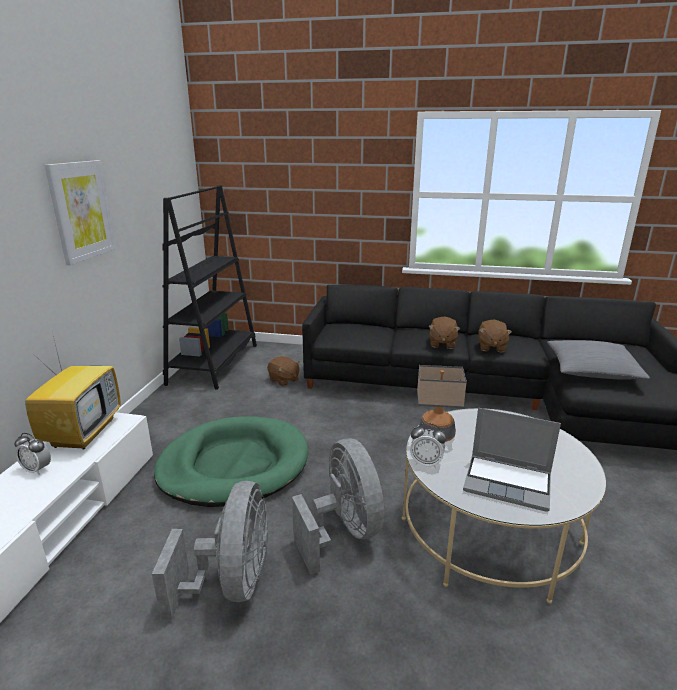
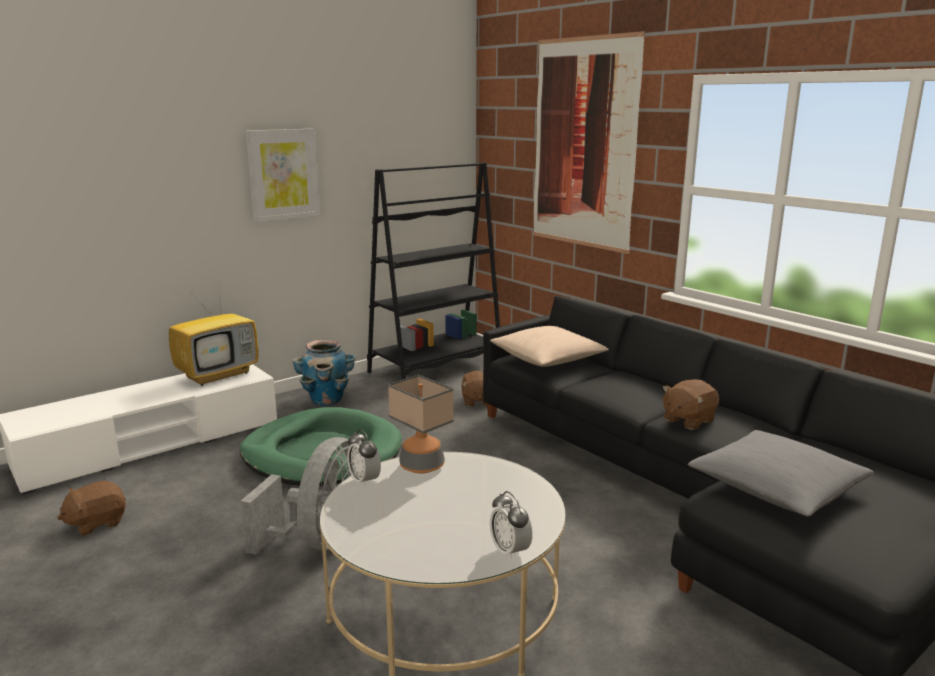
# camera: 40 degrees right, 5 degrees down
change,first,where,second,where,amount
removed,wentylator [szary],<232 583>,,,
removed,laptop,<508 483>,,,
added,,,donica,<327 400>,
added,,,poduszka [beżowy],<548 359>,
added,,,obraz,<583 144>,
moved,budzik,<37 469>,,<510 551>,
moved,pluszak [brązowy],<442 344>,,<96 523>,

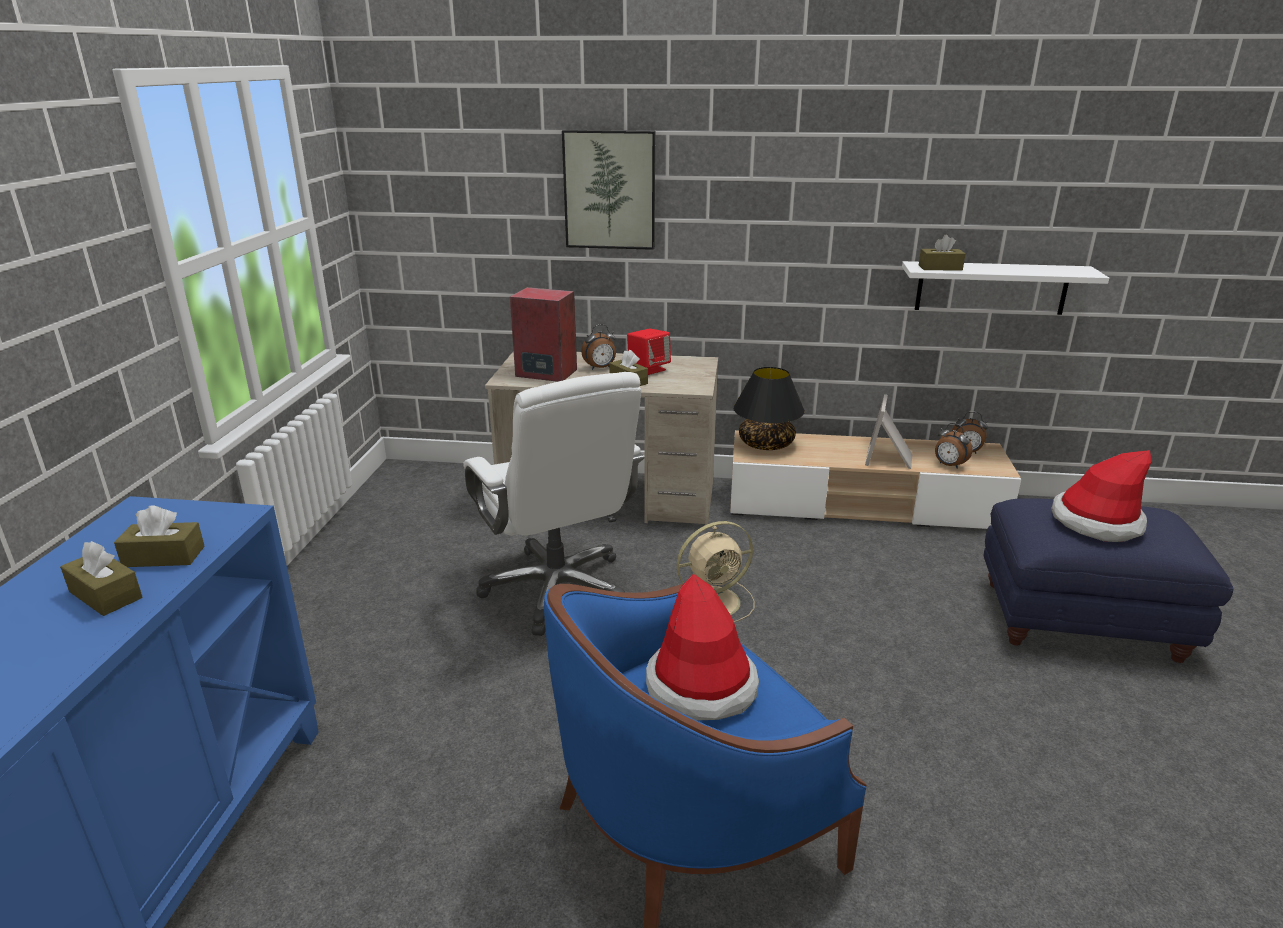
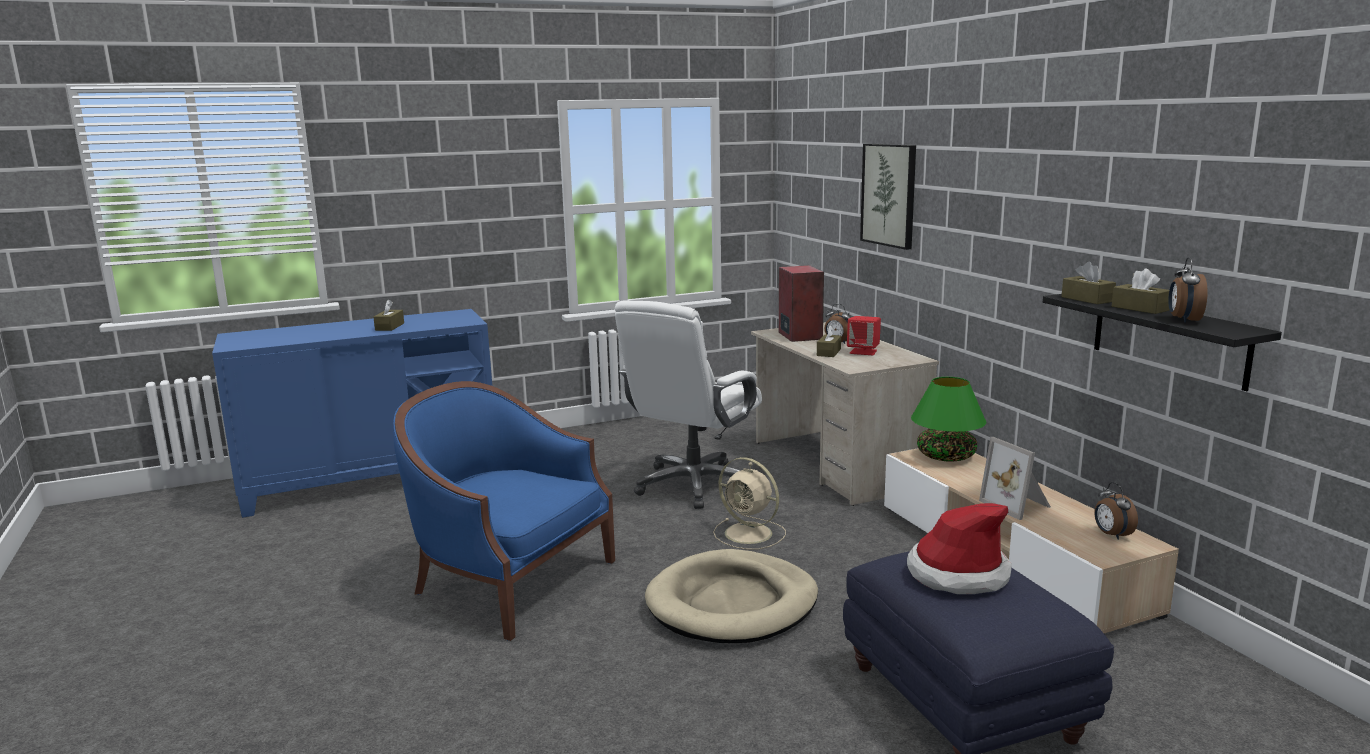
# camera: 60 degrees right, 10 degrees down
change,first,where,second,where,amount
removed,kapelusz,<701 686>,,,
added,,,legowisko [beżowy],<732 603>,
moved,pudełko chusteczek [brązowy],<164 557>,,<1140 308>,
moved,budzik,<949 465>,,<1183 320>,
recoloured,lampa stołowa [czarny],<766 444>,lampa stołowa [zielony],<945 456>,
recoloured,półka [biały],<991 288>,półka [czarny],<1168 338>,
turned,ramka na zdjęcie,<890 458>,,<1018 505>,105 degrees counterclockwise

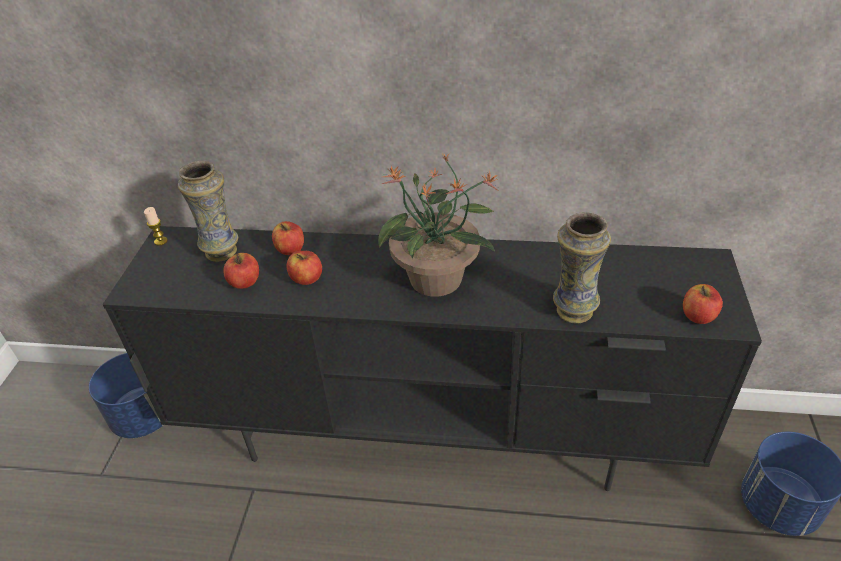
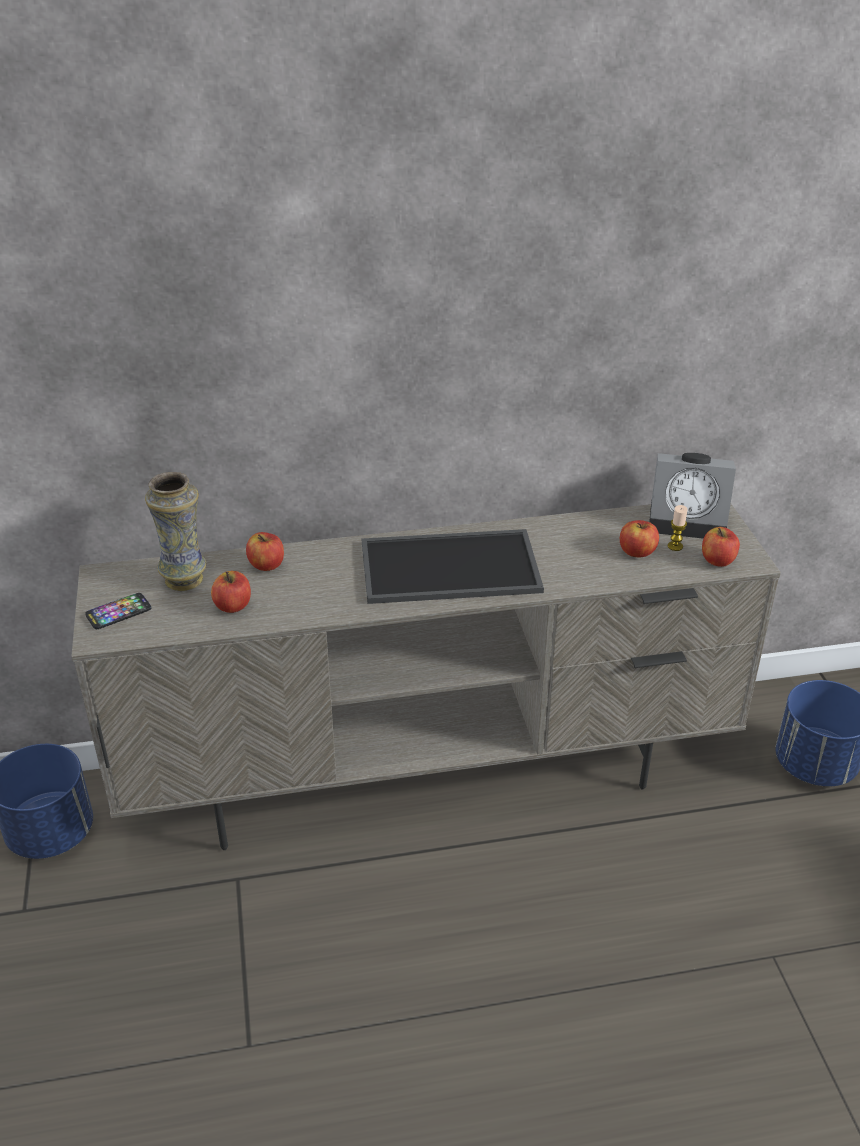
# camera: 20 degrees left, 5 degrees down
change,first,where,second,where,amount
removed,wazon,<573 311>,,,
added,,,telefon,<118 612>,
added,,,budzik,<689 520>,
moved,świeca,<160 241>,,<675 546>,
moved,jabłko,<307 279>,,<637 552>,
replaced,roślina doniczkowa,<437 280>,taca,<448 569>,
recoloured,szafka pod telewizor [czarny],<433 436>,szafka pod telewizor [beżowy],<432 776>,

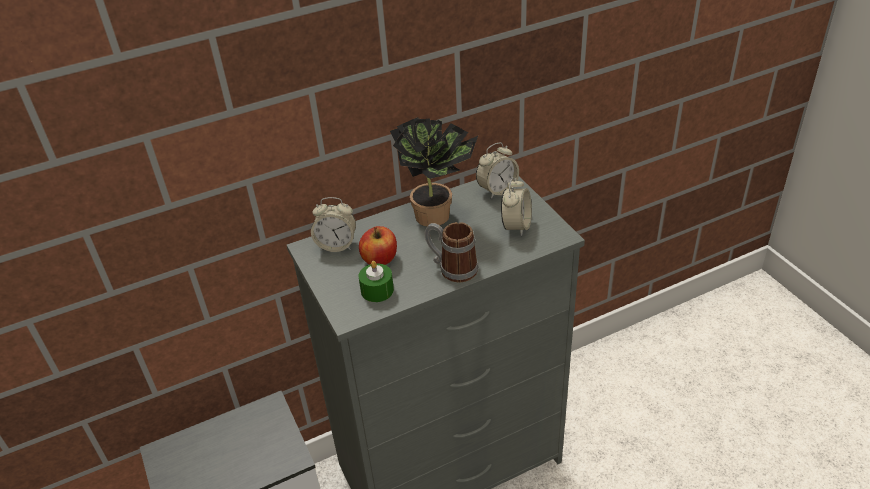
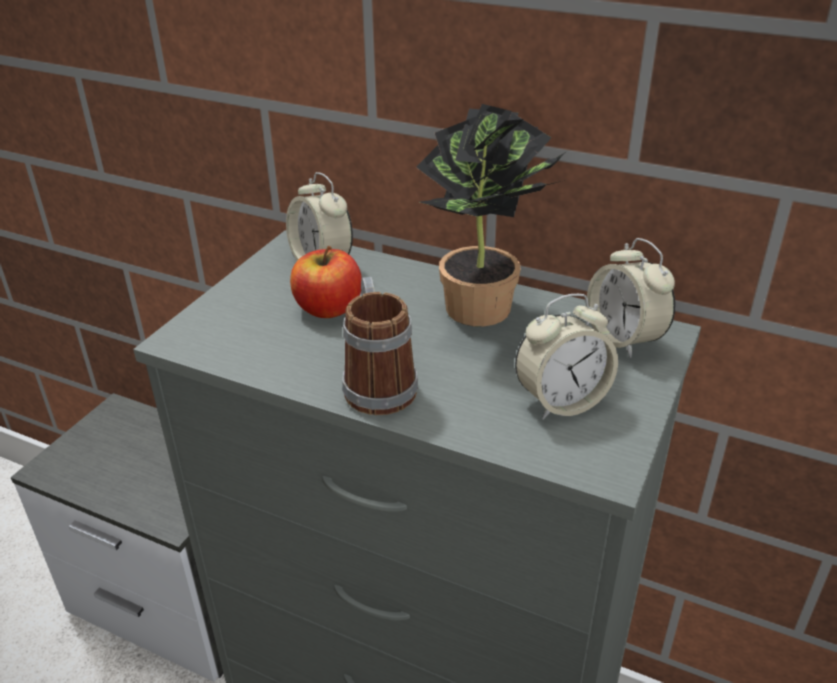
# camera: 50 degrees right, 5 degrees down
change,first,where,second,where,amount
removed,świeca [zielony],<377 290>,,,
turned,budzik,<497 190>,,<624 339>,45 degrees clockwise

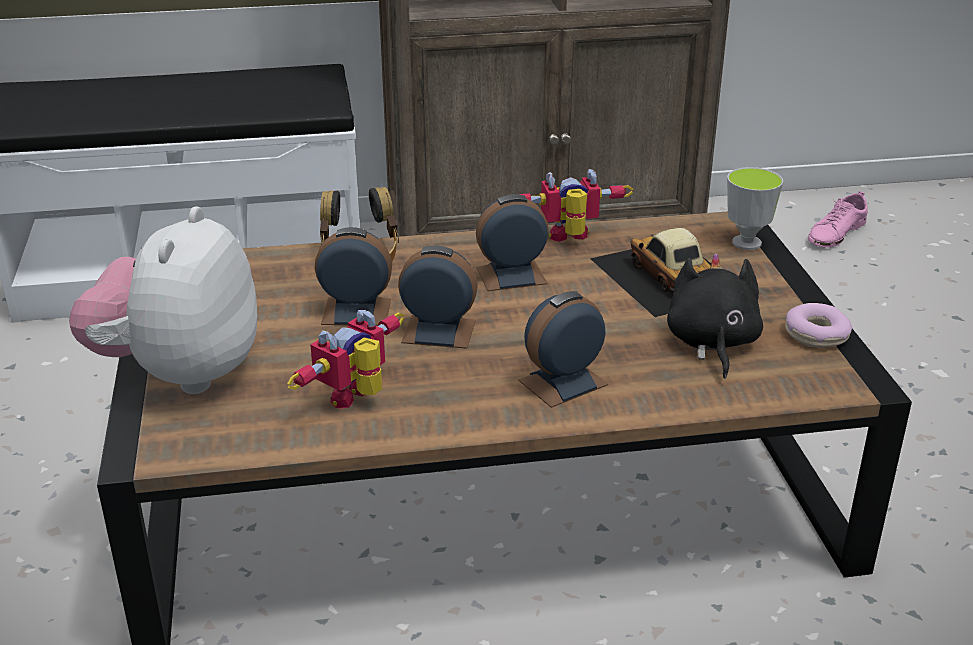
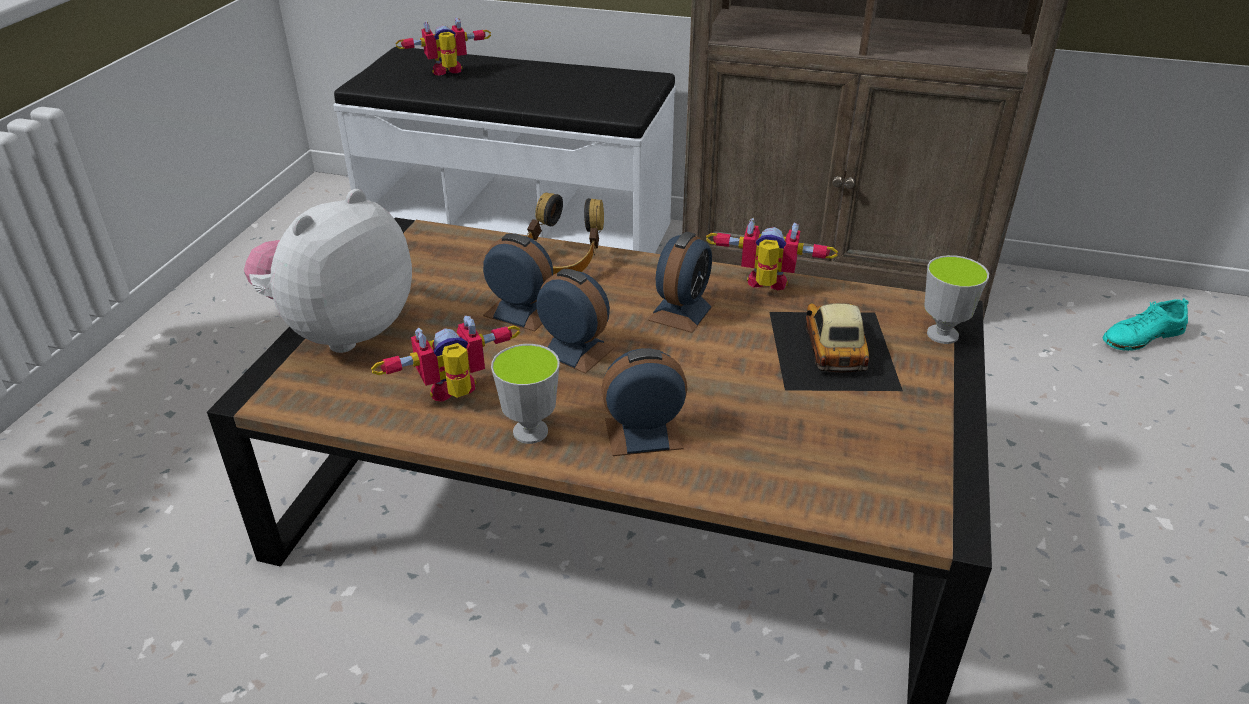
# camera: 25 degrees right, 5 degrees up
change,first,where,second,where,amount
removed,pluszak [czarny],<711 343>,,,
removed,donut,<816 335>,,,
added,,,robot zabawkowy,<448 73>,
added,,,filiżanka,<530 432>,
recoloured,but [różowy],<836 233>,but [turkusowy],<1141 337>,
turned,budzik,<511 276>,,<682 311>,105 degrees clockwise

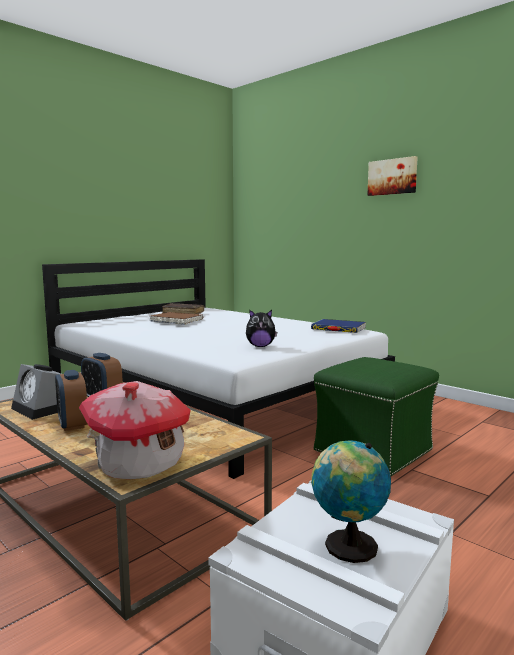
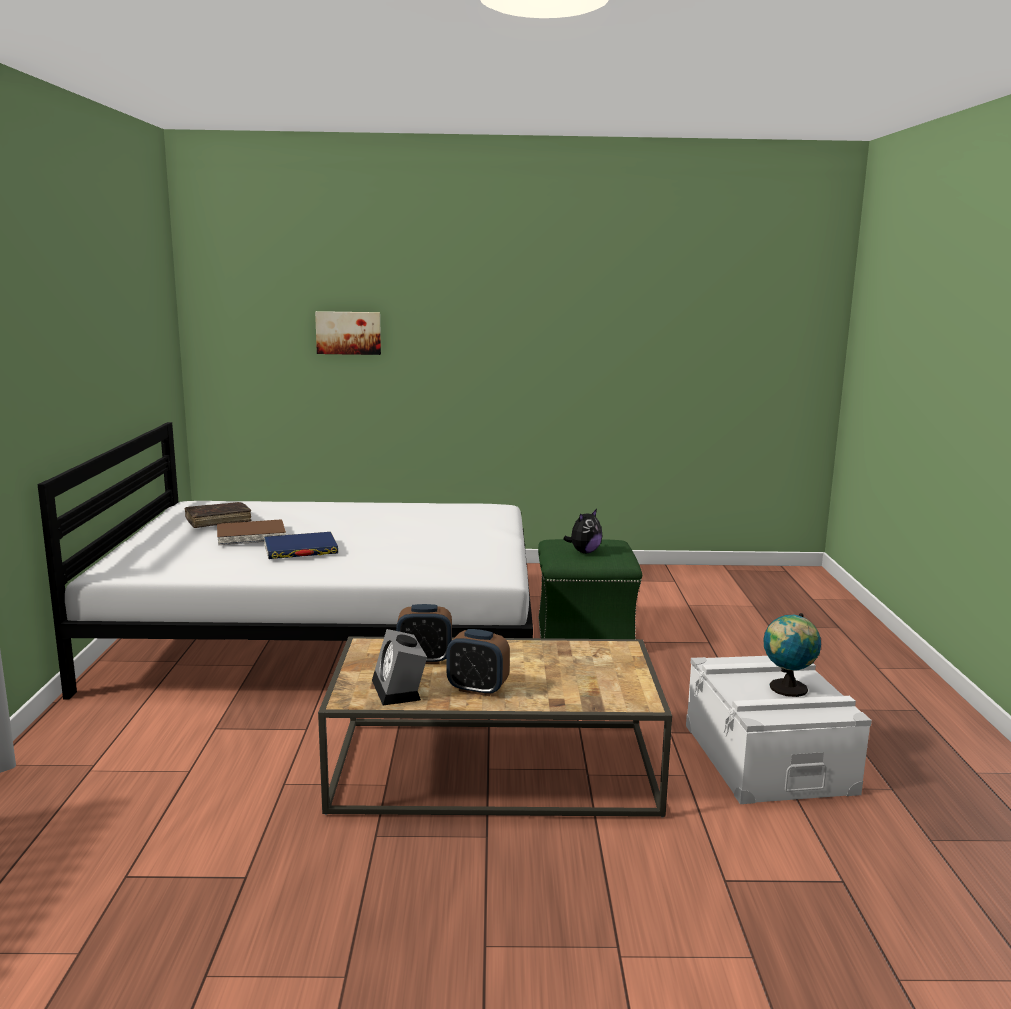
# camera: 45 degrees left, 5 degrees up
change,first,where,second,where,amount
removed,domek,<140 463>,,,
moved,pluszak,<260 346>,,<584 552>,
moved,książka [niebieski],<338 329>,,<300 550>,
moved,obraz,<392 177>,,<348 332>,
turned,budzik,<40 409>,,<399 690>,75 degrees clockwise

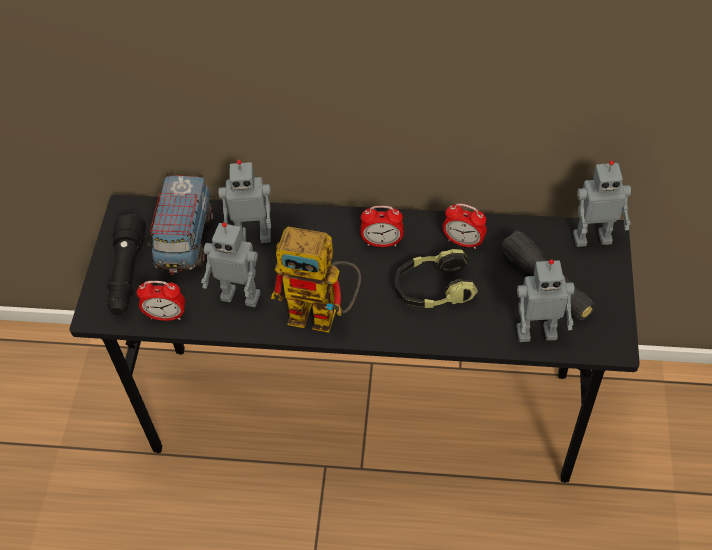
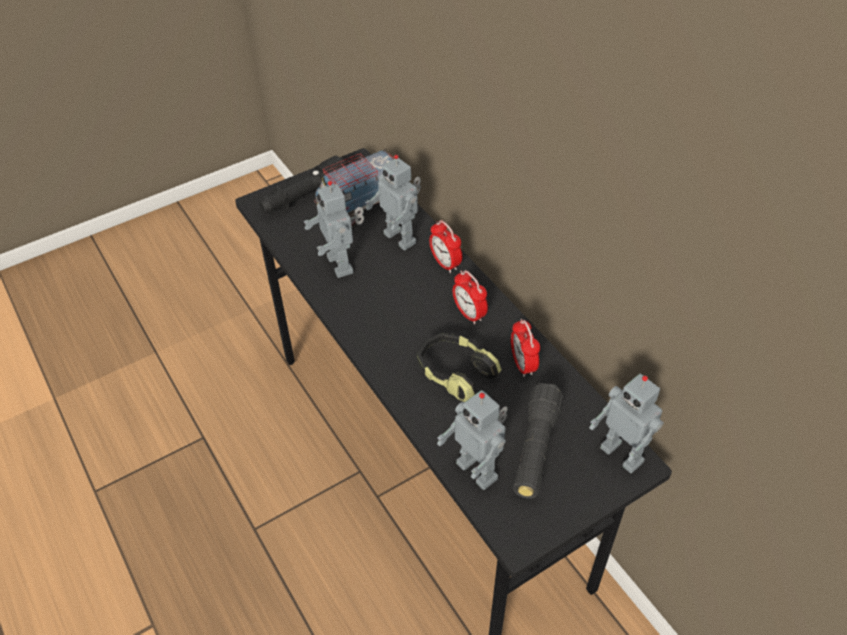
# camera: 50 degrees right, 5 degrees down
change,first,where,second,where,amount
removed,robot zabawkowy,<324 313>,,,
moved,budzik,<166 315>,,<445 263>,

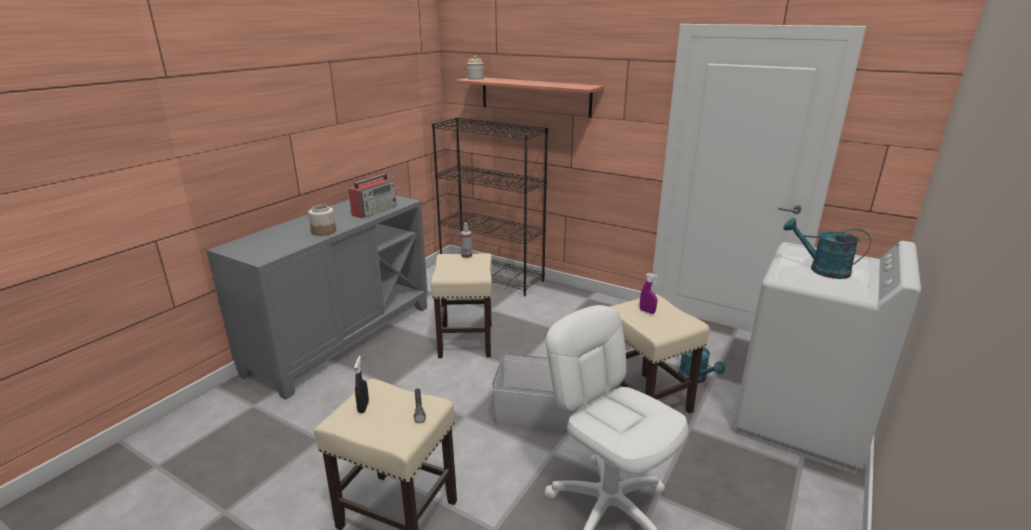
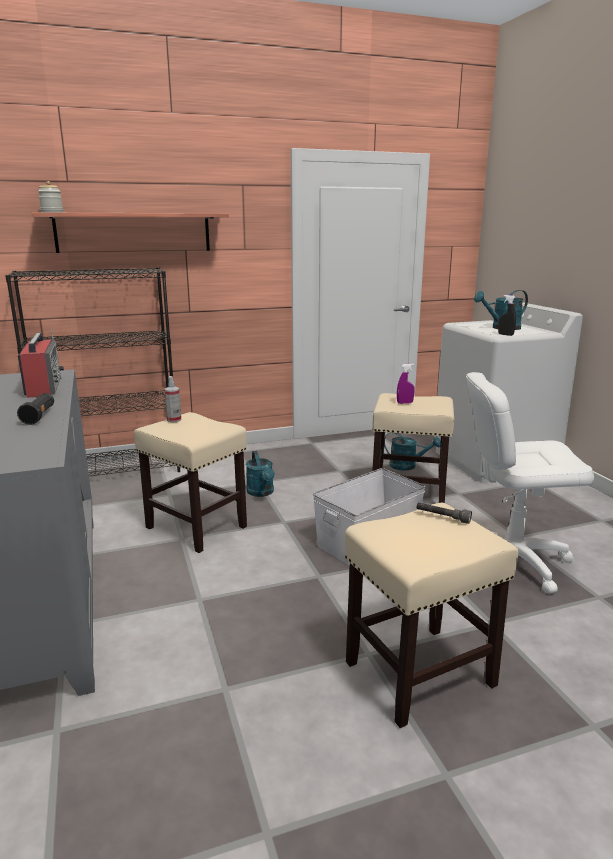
# camera: 50 degrees left, 5 degrees down
change,first,where,second,where,amount
added,,,konewka [turkusowy],<261 493>,
moved,spryskiwacz [czarny],<363 407>,,<505 334>,
replaced,słoik,<324 231>,latarka [czarny],<39 416>,

